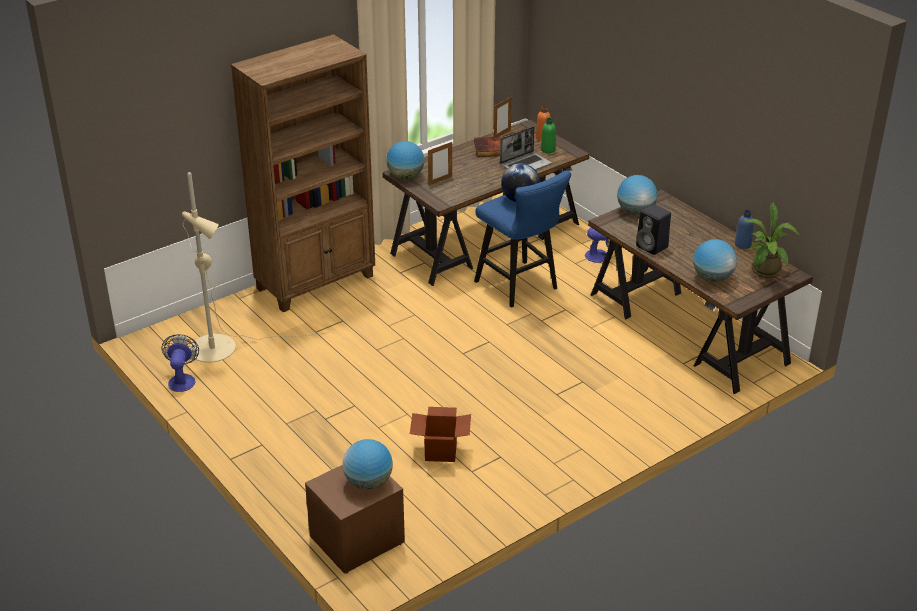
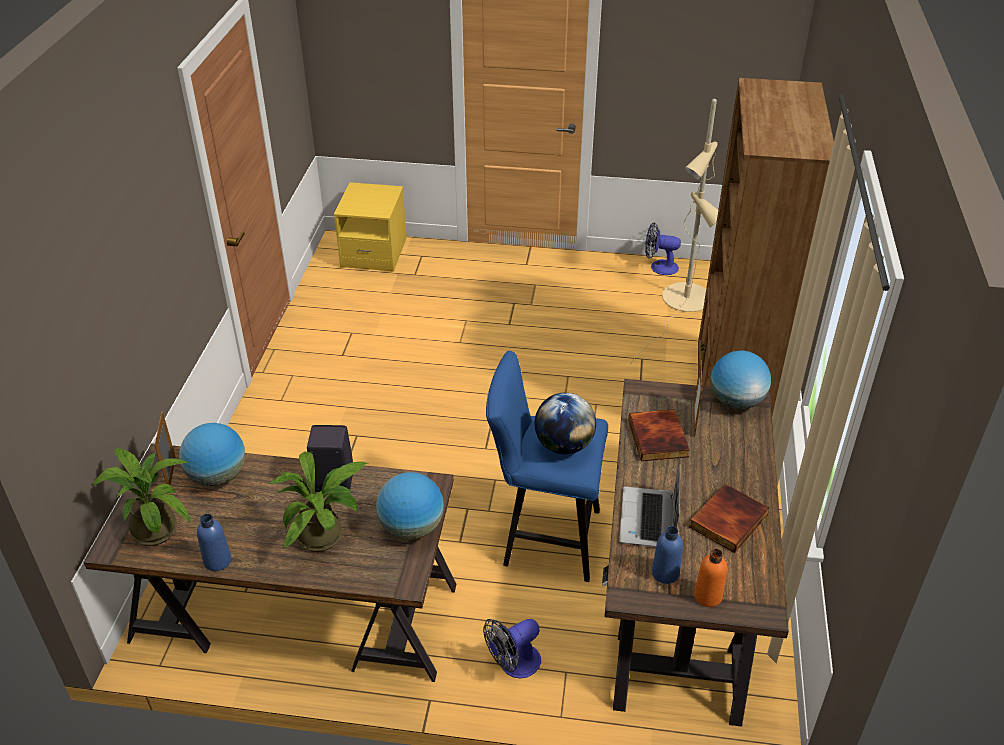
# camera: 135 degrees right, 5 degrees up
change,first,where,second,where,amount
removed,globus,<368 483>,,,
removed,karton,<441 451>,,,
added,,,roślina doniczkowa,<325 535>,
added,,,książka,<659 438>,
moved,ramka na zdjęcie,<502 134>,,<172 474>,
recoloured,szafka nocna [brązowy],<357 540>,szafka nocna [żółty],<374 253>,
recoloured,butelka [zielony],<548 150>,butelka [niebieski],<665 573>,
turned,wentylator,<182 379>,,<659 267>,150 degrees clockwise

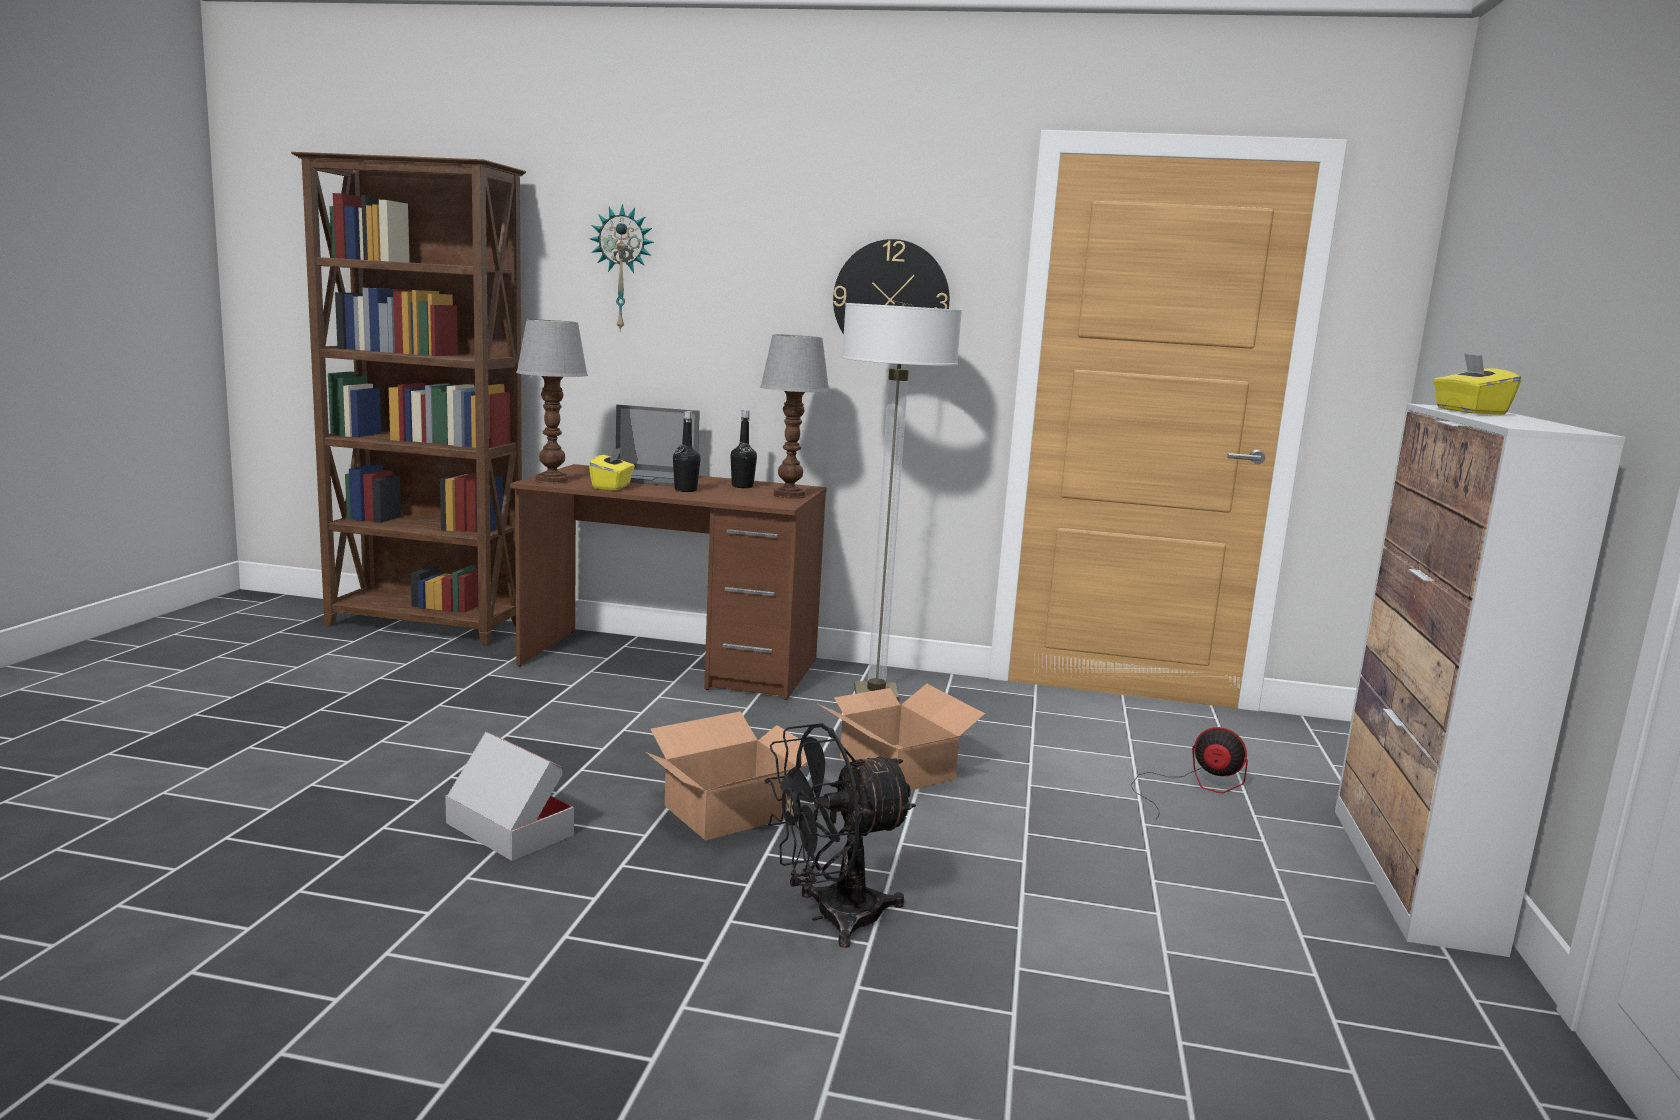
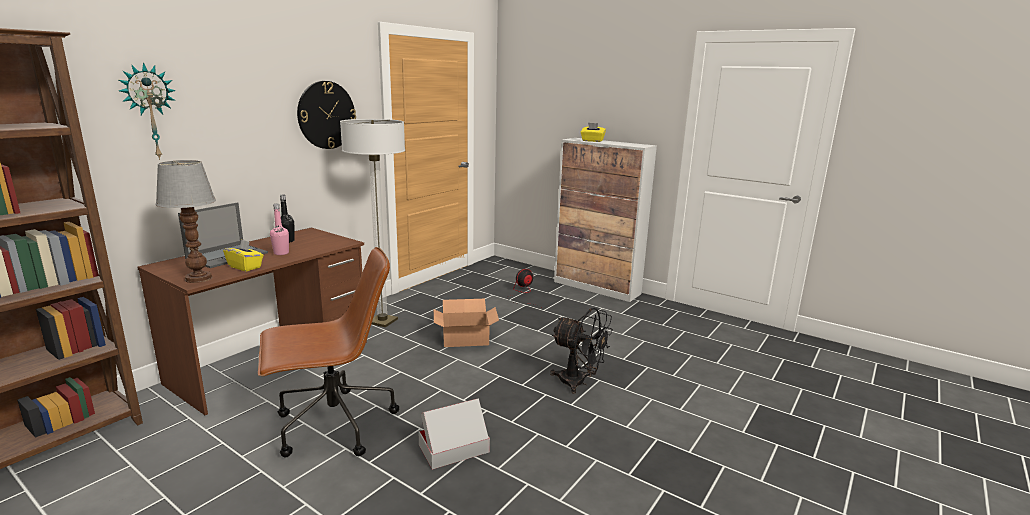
# camera: 65 degrees left, 5 degrees up
change,first,where,second,where,amount
removed,karton,<733 811>,,,
removed,lampa stołowa,<790 495>,,,
added,,,krzesło biurowe [brązowy],<333 425>,
recoloured,butelka [czarny],<685 490>,butelka [różowy],<281 253>,
turned,wentylator [czarny],<831 917>,,<578 382>,60 degrees counterclockwise

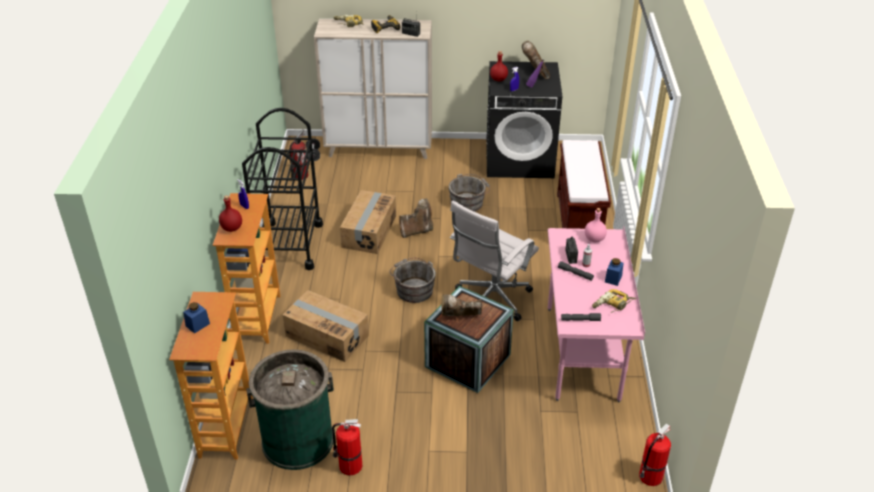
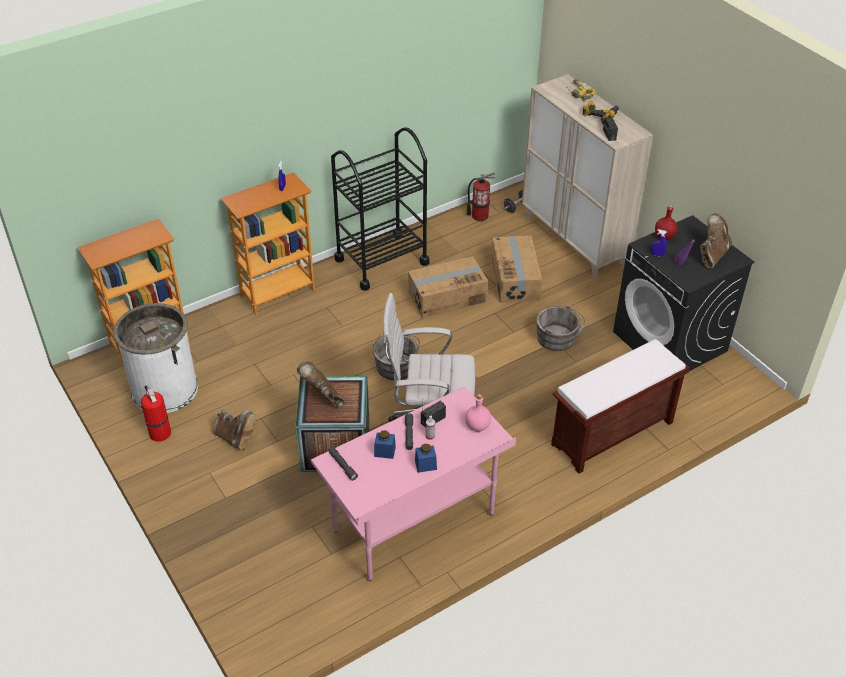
# camera: 55 degrees right, 5 degrees up
change,first,where,second,where,amount
removed,butelka [czerwony],<232 228>,,,
removed,wiertarka,<612 305>,,,
removed,gaśnica,<650 477>,,,
moved,słoik [niebieski],<197 325>,,<384 451>,
moved,karton,<327 335>,,<515 279>,
moved,but z cholewką [brązowy],<417 231>,,<235 439>,
recoloured,kosz na śmieci [zielony],<298 440>,kosz na śmieci [biały],<164 389>,

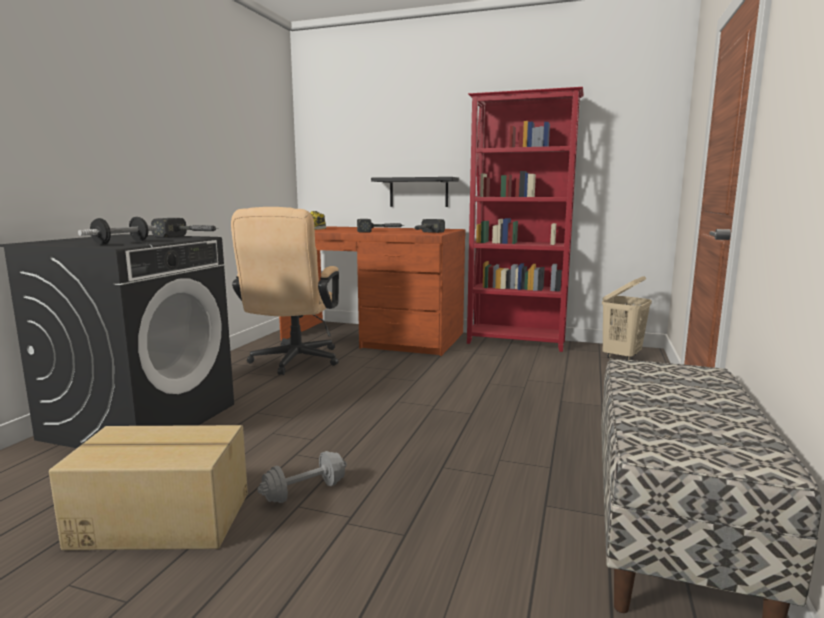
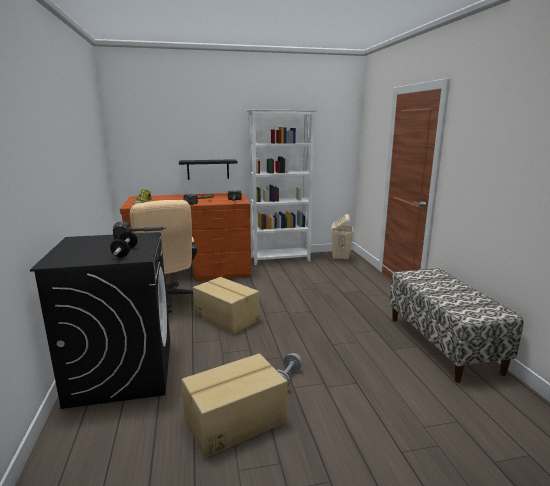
# camera: 30 degrees left, 5 degrees up
change,first,where,second,where,amount
added,,,karton,<227 317>,
recoloured,regał [czerwony],<516 343>,regał [biały],<281 259>,

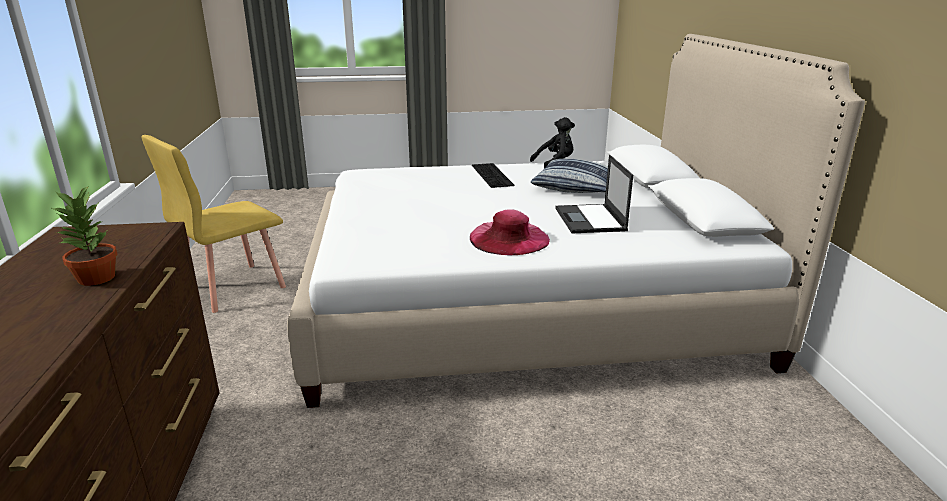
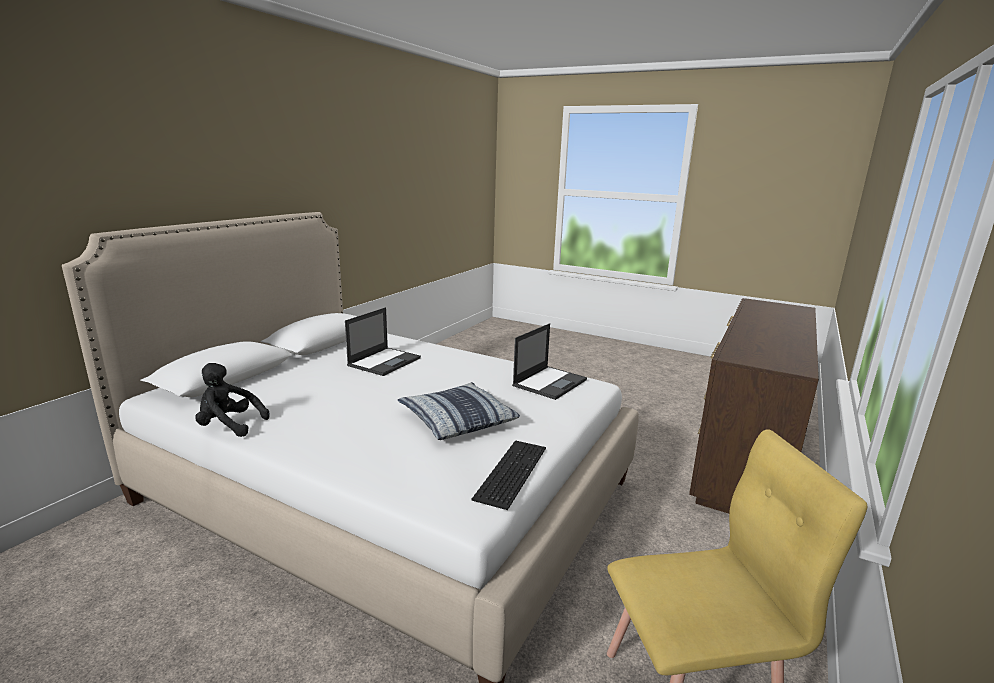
# camera: 145 degrees left, 5 degrees down
change,first,where,second,where,amount
removed,roślina doniczkowa,<97 278>,,,
removed,kapelusz [różowy],<509 238>,,,
added,,,laptop,<550 382>,
moved,klawiatura,<493 175>,,<510 471>,
moved,poduszka,<576 186>,,<457 420>,

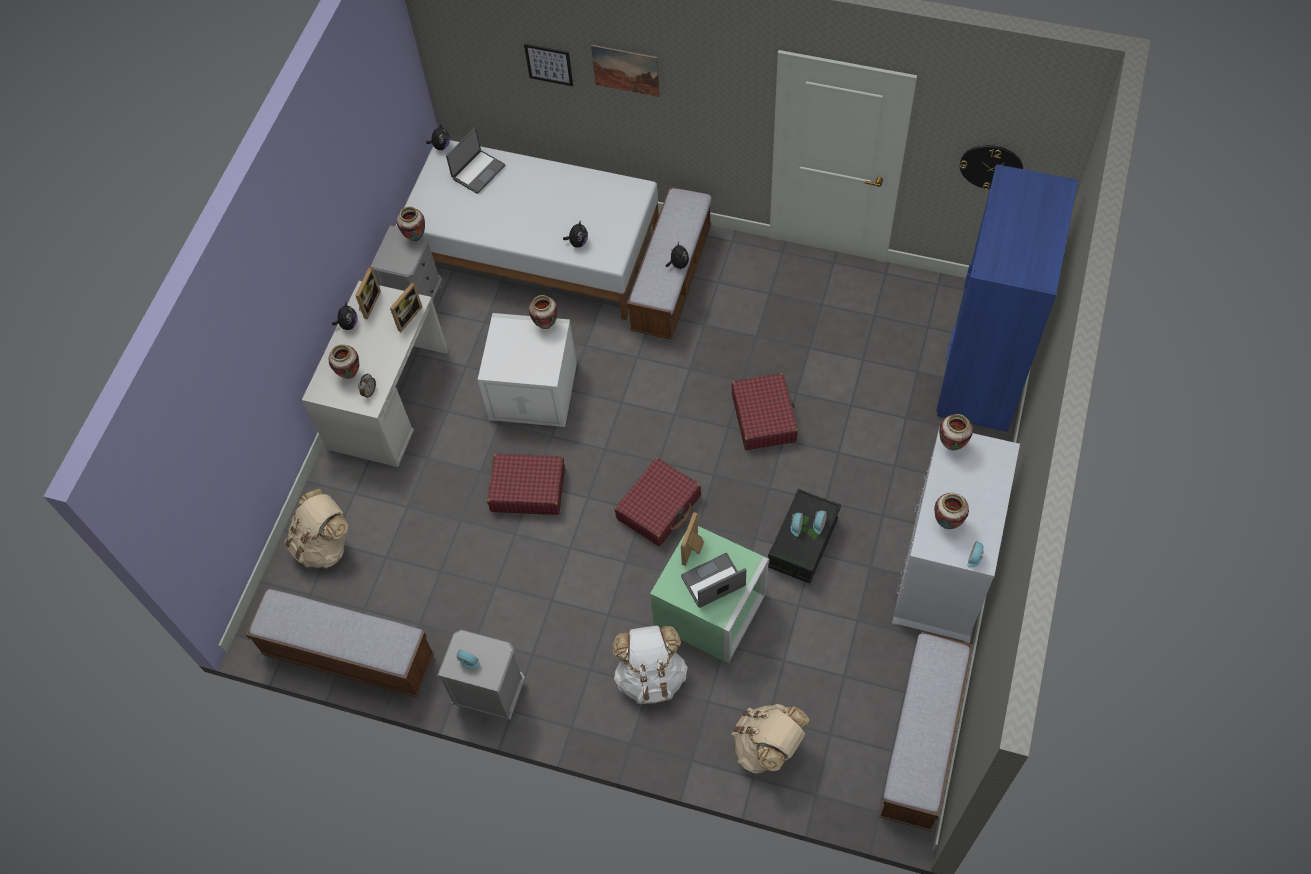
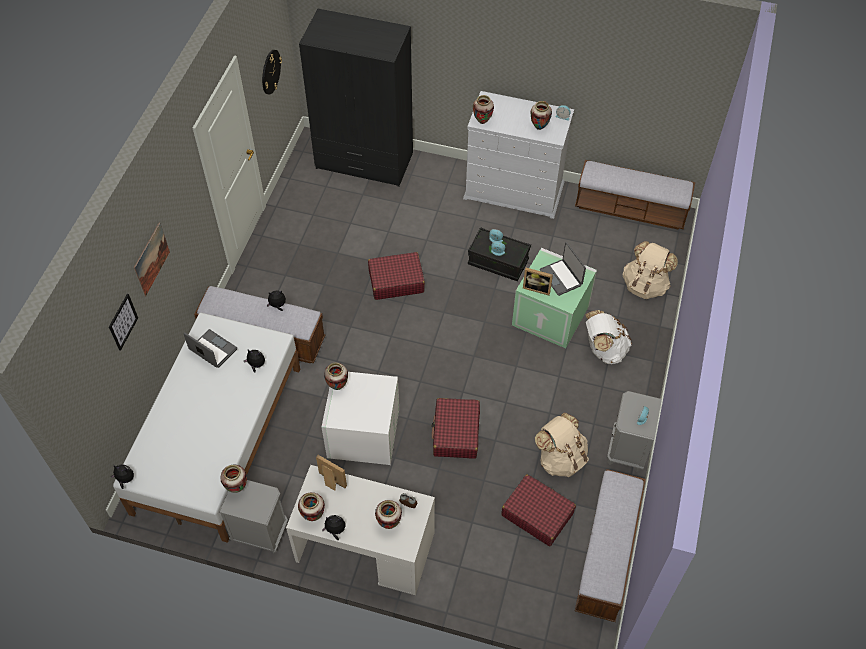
# camera: 95 degrees left, 5 degrees down
change,first,where,second,where,amount
moved,plecak [beżowy],<324 544>,,<560 458>,
moved,laptop,<478 172>,,<212 350>,
moved,walizka [czerwony],<659 507>,,<537 514>,
replaced,ramka na zdjęcie,<368 303>,wazon,<313 516>,
recoloured,szafa [niebieski],<981 371>,szafa [czarny],<364 161>,

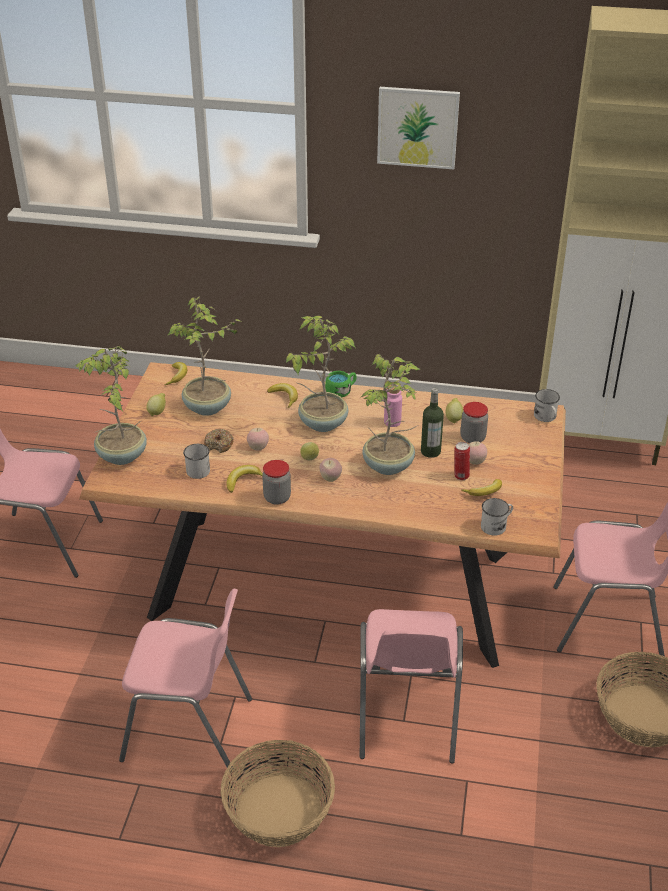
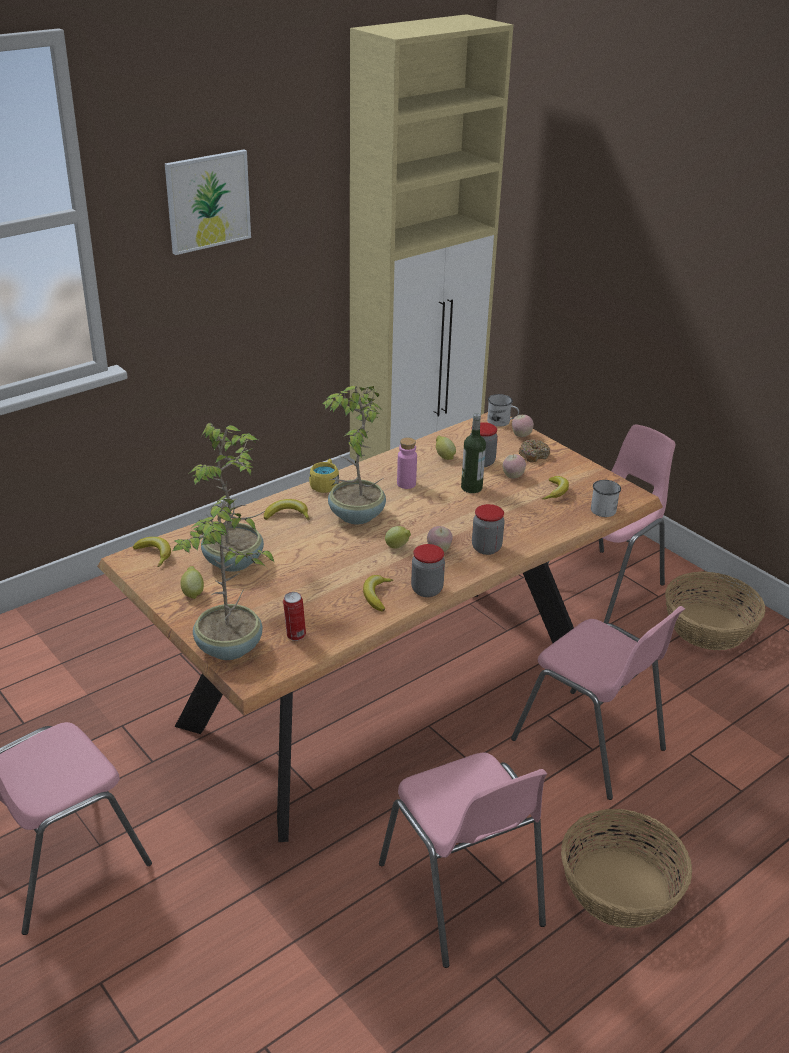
# camera: 50 degrees left, 5 degrees down
change,first,where,second,where,amount
removed,kubek [biały],<197 469>,,,
removed,roślina doniczkowa,<389 465>,,,
added,,,słoik,<486 548>,
moved,donut,<219 445>,,<533 455>,
moved,jabłko,<258 448>,,<521 435>,
moved,puszka,<460 476>,,<295 636>,
recoloured,kubek [zielony],<341 391>,kubek [żółty],<325 484>,
turned,krzesło [różowy],<189 729>,,<461 895>,105 degrees clockwise

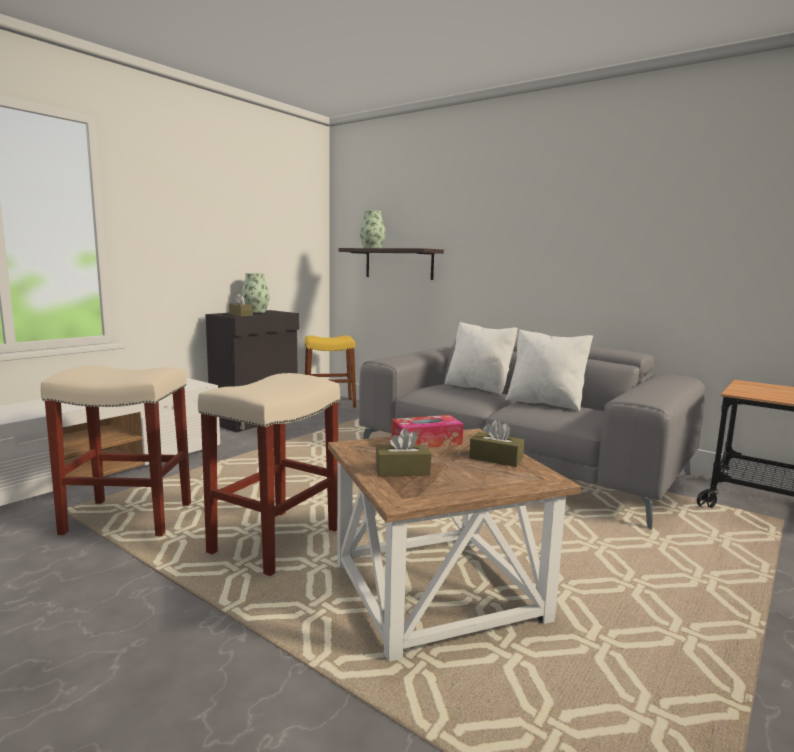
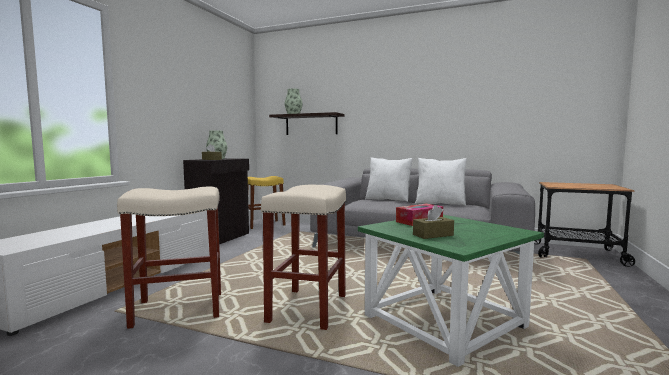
# camera: 15 degrees left, 5 degrees down
change,first,where,second,where,amount
removed,pudełko chusteczek [brązowy],<496 459>,,,
recoloured,stolik [brązowy],<438 589>,stolik [zielony],<443 320>,

